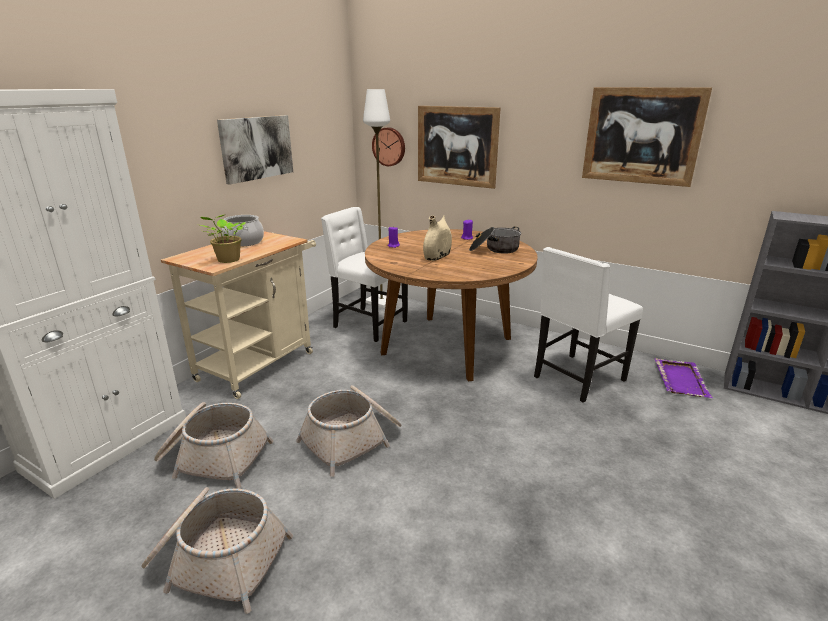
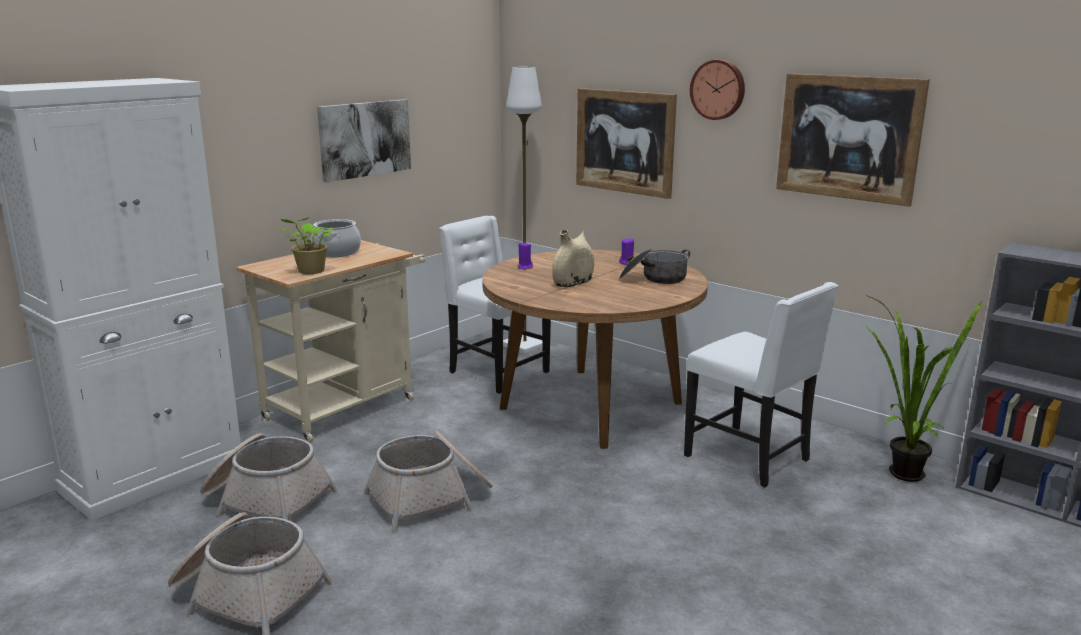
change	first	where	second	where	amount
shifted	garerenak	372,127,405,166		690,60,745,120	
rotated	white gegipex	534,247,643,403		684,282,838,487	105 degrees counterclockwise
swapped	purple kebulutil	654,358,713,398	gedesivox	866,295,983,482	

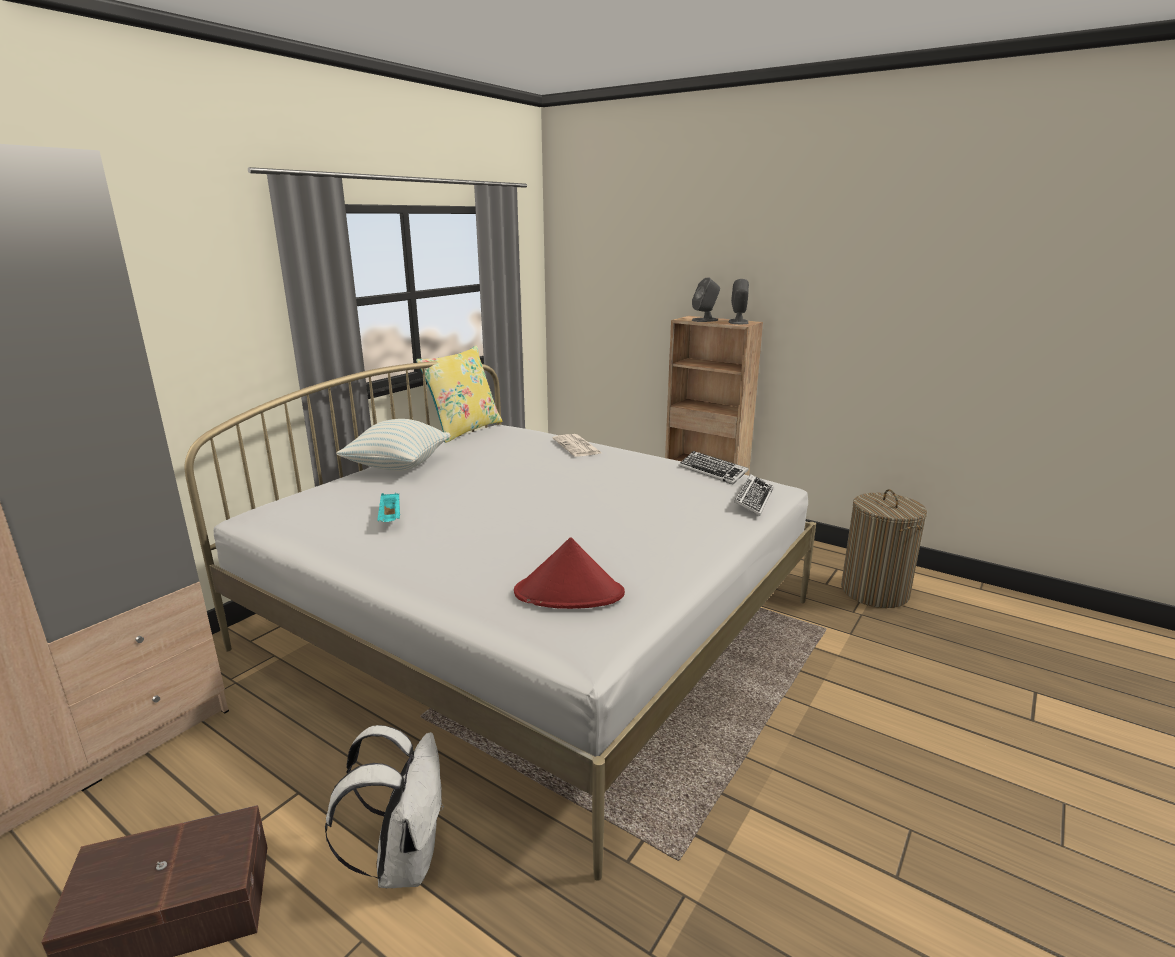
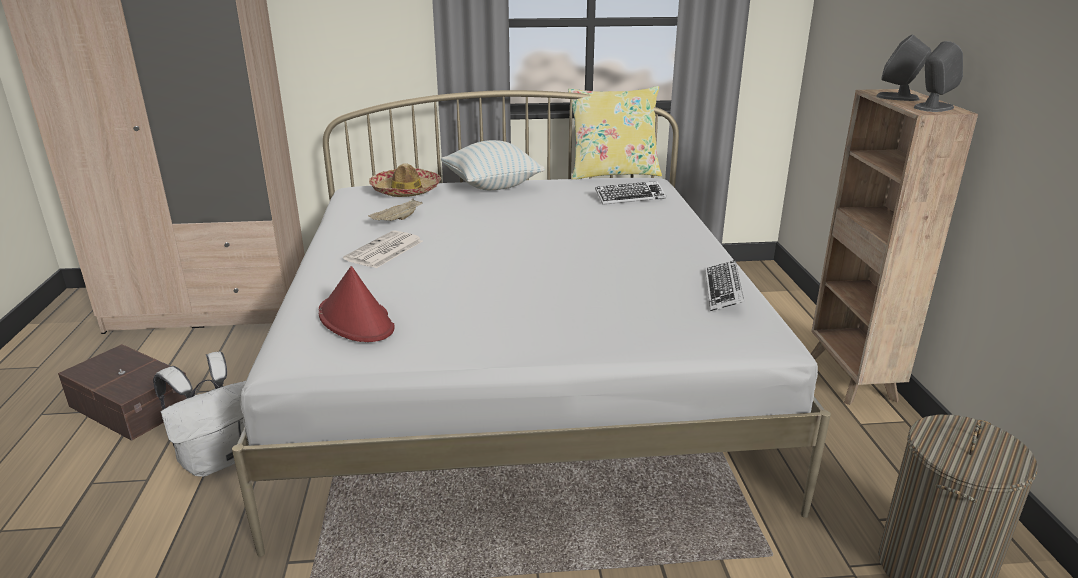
change	first	where	second	where	amount
shifted	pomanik	553,434,602,457		343,230,423,268	
shifted	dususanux	734,474,774,516		595,181,666,205	
repainted	turquoise kebulutil	377,493,400,522	beige kebulutil	368,199,422,221	
new			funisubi	369,163,441,197	

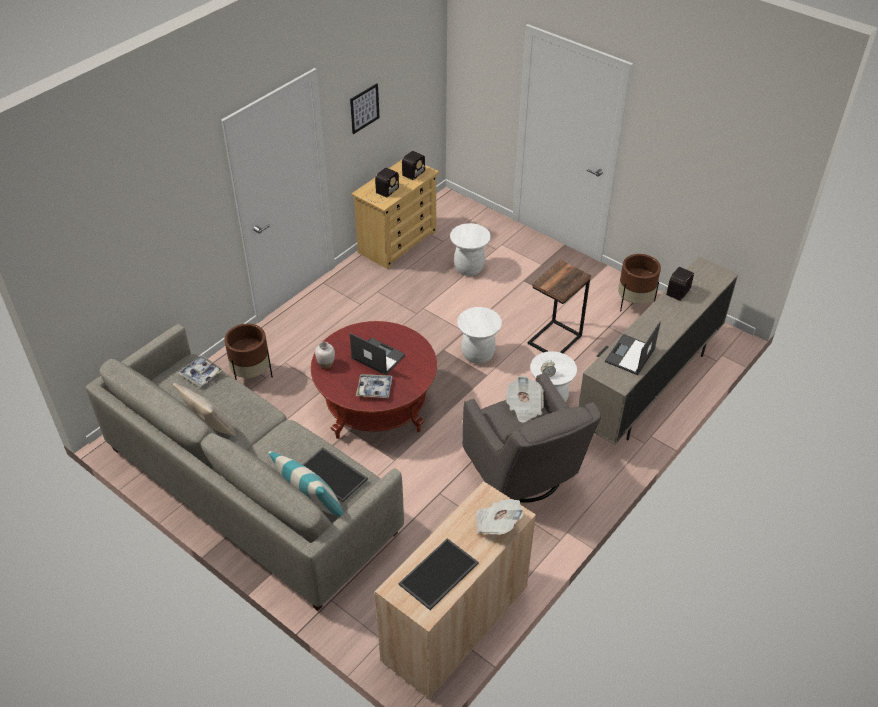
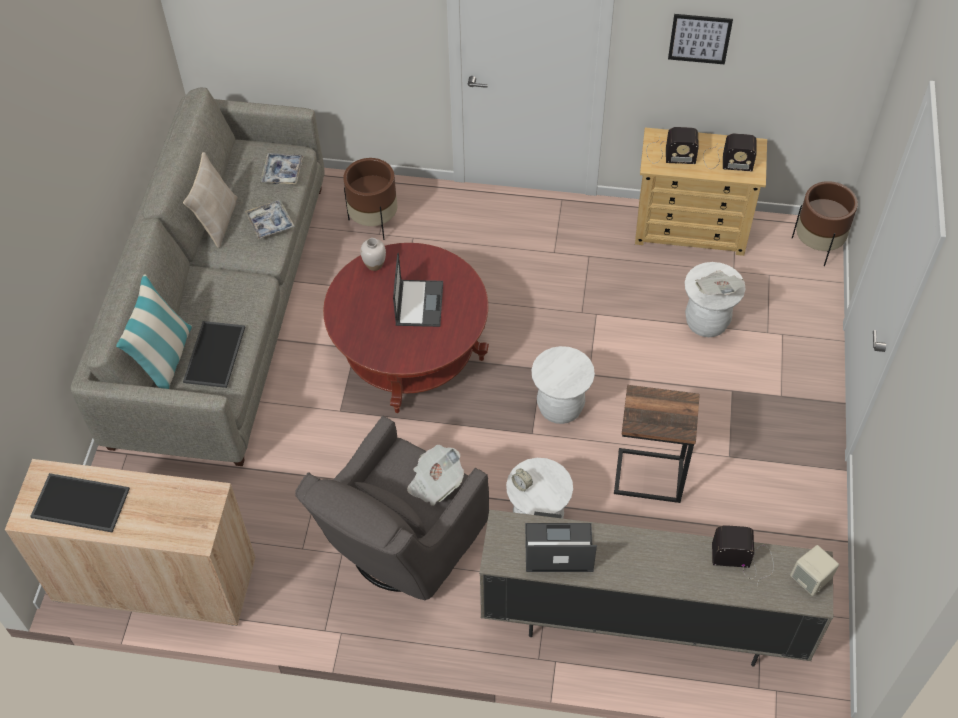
change	first	where	second	where	amount
shifted	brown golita	618,254,661,312		792,181,858,266	
shifted	kebulutil	356,374,393,399		245,200,295,239	
shifted	pomanik	476,498,524,535		695,270,745,295	
new			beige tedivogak	790,545,839,596	

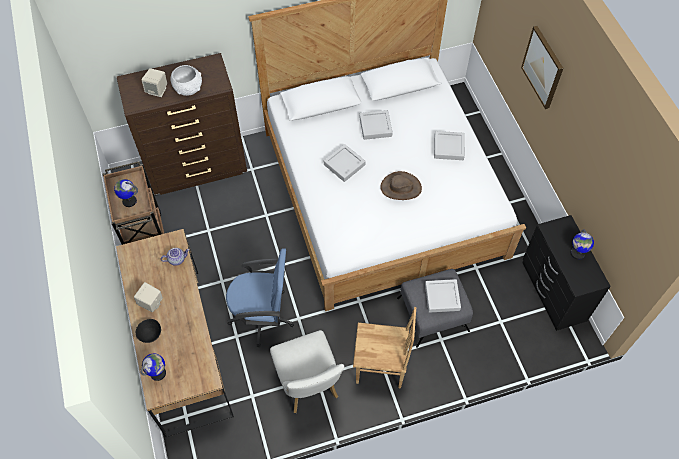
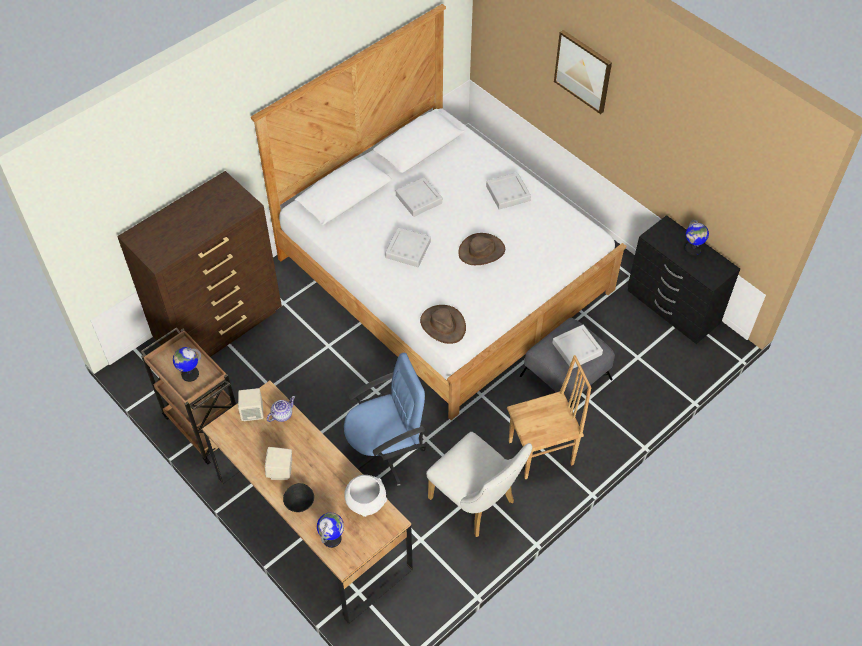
change	first	where	second	where	amount
shifted	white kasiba	170,65,202,96		344,475,387,517	
shifted	beige tedivogak	141,68,167,97		238,388,264,421	
new			brown funisubi	420,305,466,344	

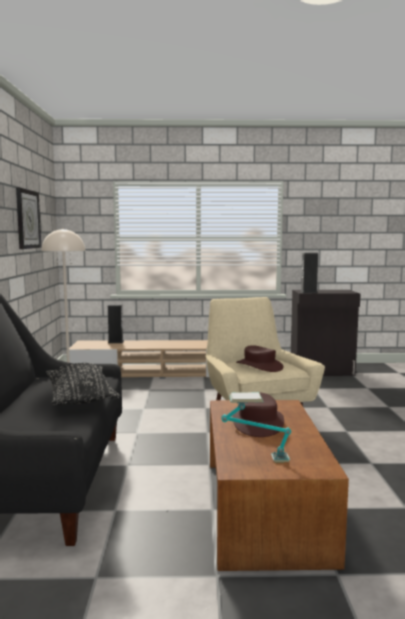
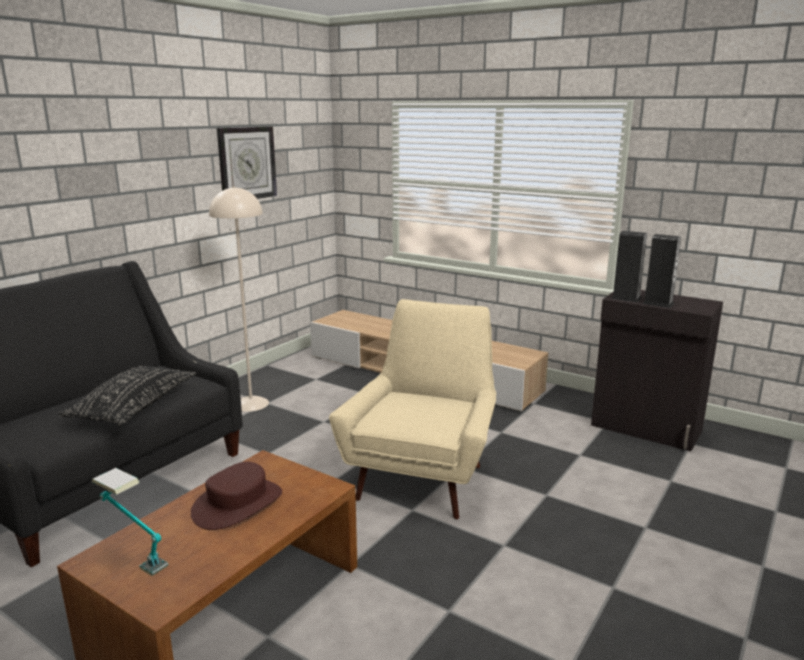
change	first	where	second	where	amount
shifted	tedivogak	108,304,124,343		642,234,681,308	
gone	brown funisubi	236,345,284,372			

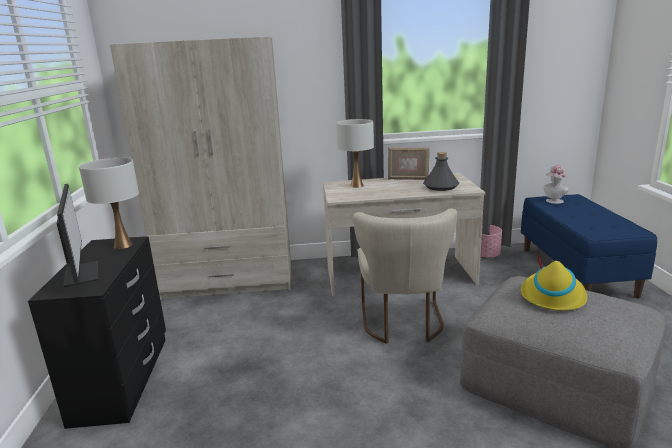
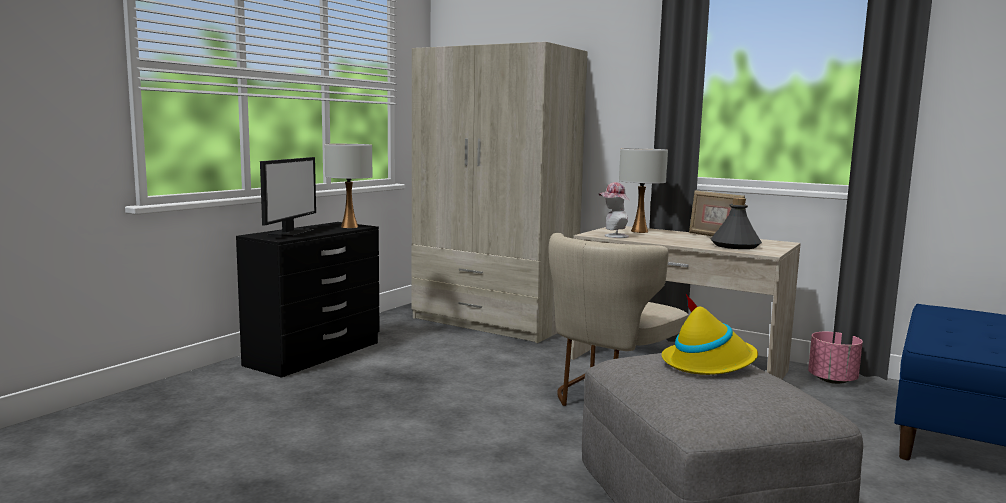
change	first	where	second	where	amount
shifted	funisubi	543,165,569,204		599,182,629,238	

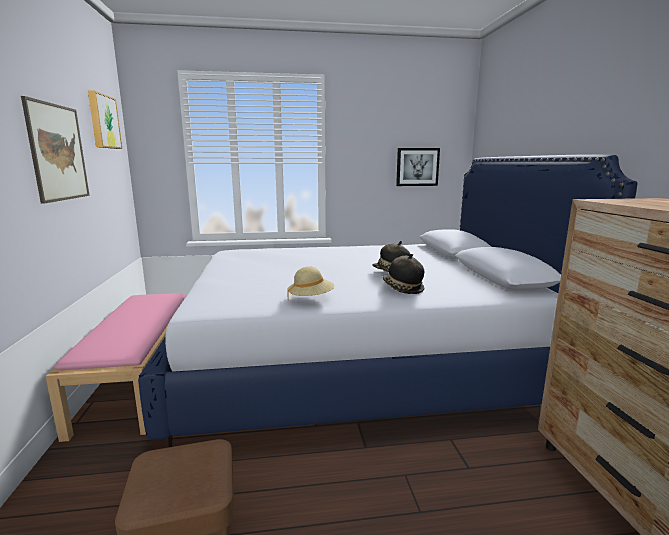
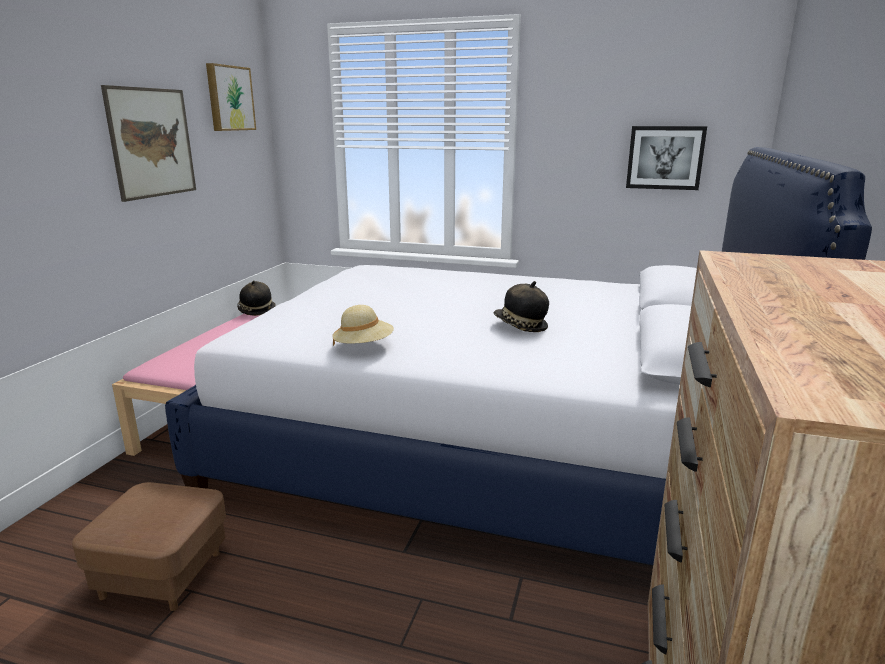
change	first	where	second	where	amount
shifted	funisubi	382,254,425,294		237,280,275,316	

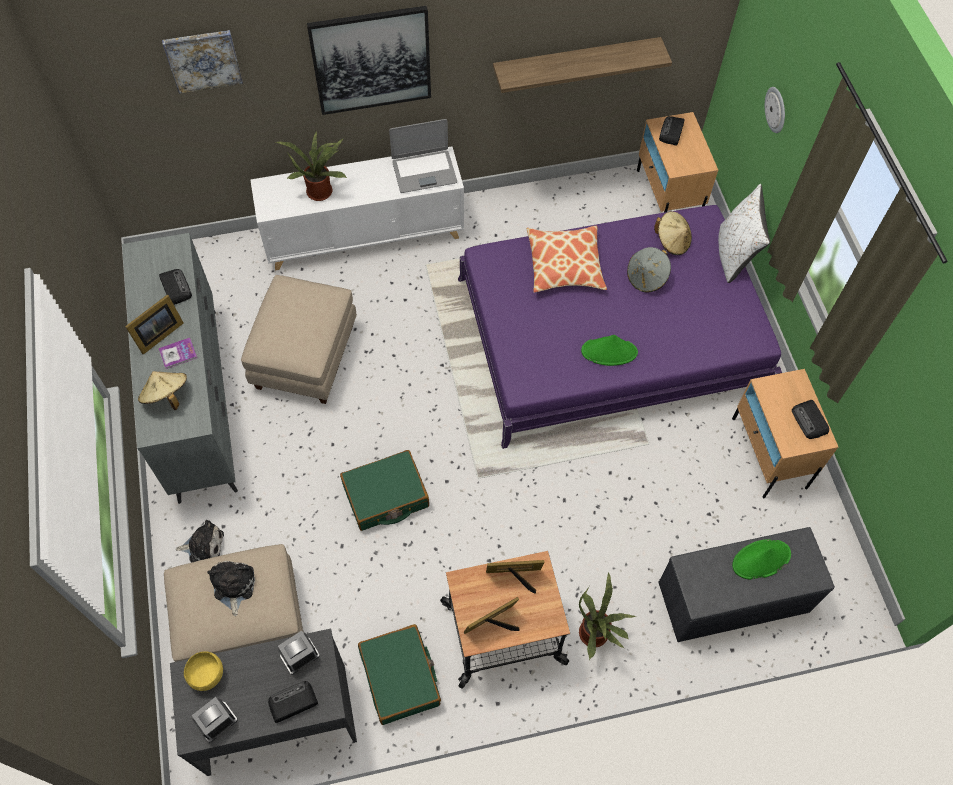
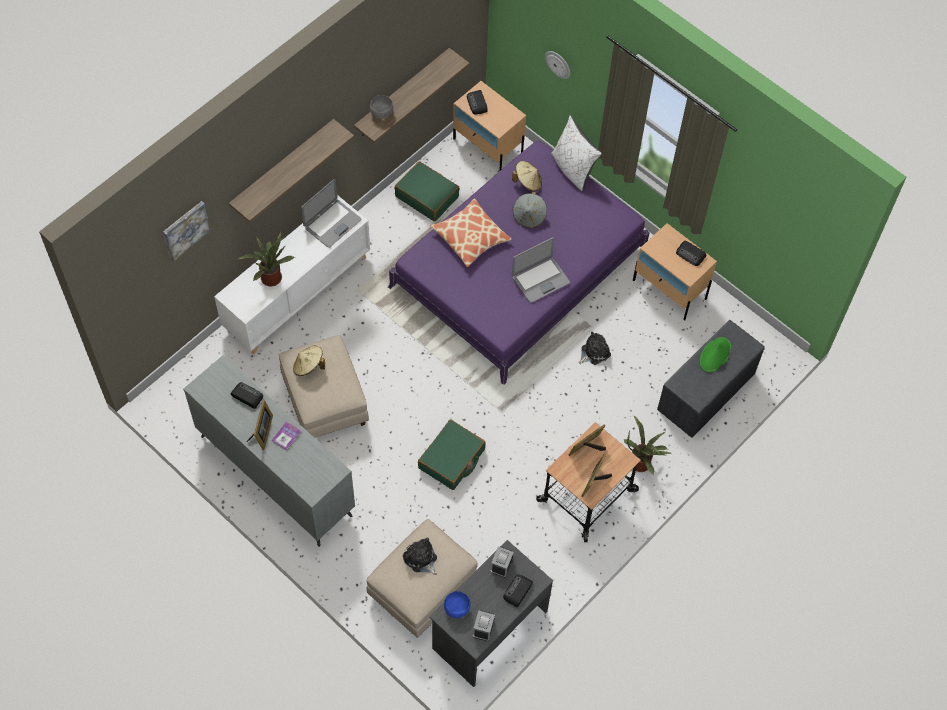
change	first	where	second	where	amount
swapped	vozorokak	307,5,431,115	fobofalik	229,119,354,223	
swapped	green funisubi	581,335,638,366	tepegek	512,237,570,303	
shifted	beige funisubi	138,371,187,410		293,345,325,376	
shifted	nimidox	176,520,224,562		579,332,611,365	
shifted	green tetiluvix	358,624,441,725		395,161,460,222	
repainted	yellow kasiba	184,651,223,691	blue kasiba	444,591,470,618	
new			grey kasiba	370,95,393,119	

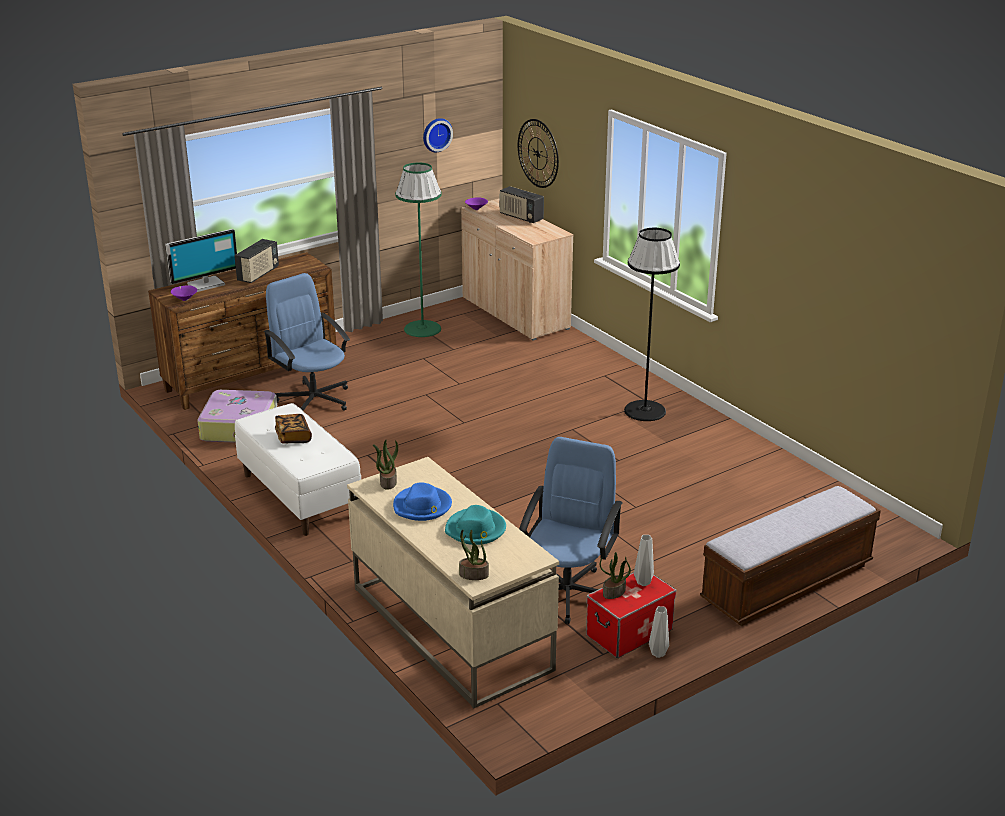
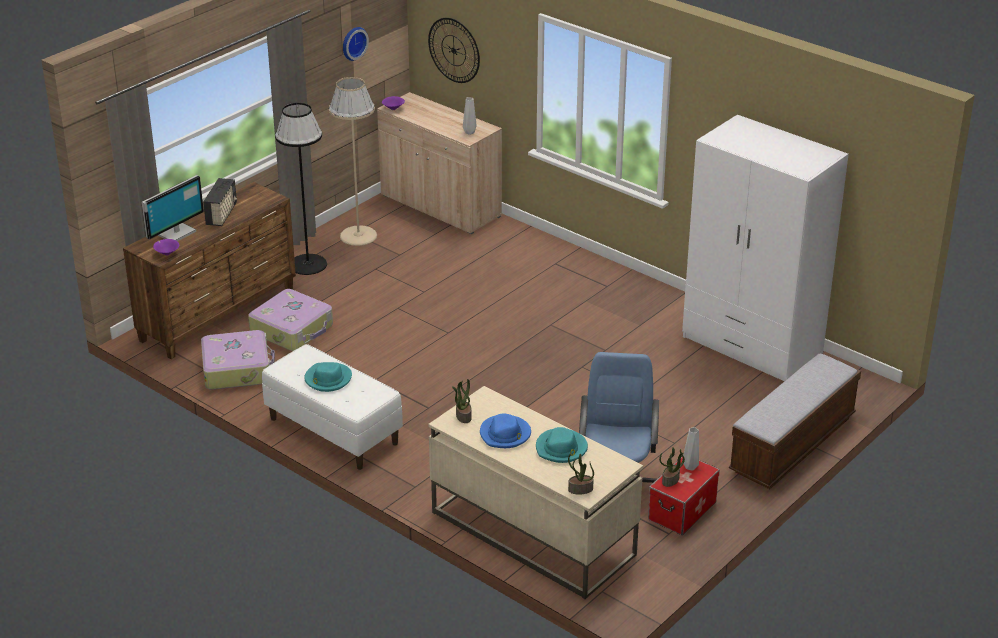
change	first	where	second	where	amount
repainted	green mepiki	395,163,442,337	beige mepiki	329,77,377,246	
gone	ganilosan	499,186,544,223			
shifted	black mepiki	624,228,680,421		275,103,327,275	
swapped	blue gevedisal	264,273,350,411	tetiluvix	248,289,333,351	
swapped	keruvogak	275,414,312,443	turquoise funisubi	304,362,352,392	
shifted	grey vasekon	649,606,669,658		463,97,476,135	
new			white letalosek	682,115,849,381	

